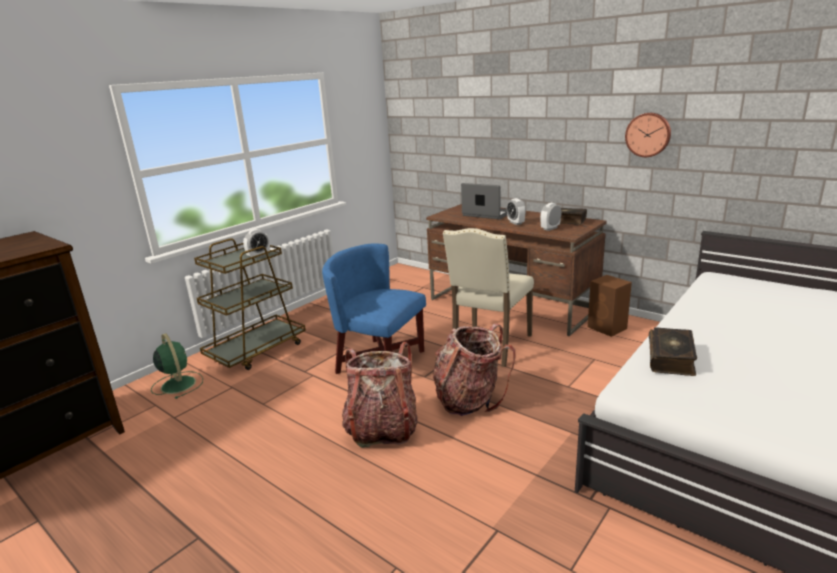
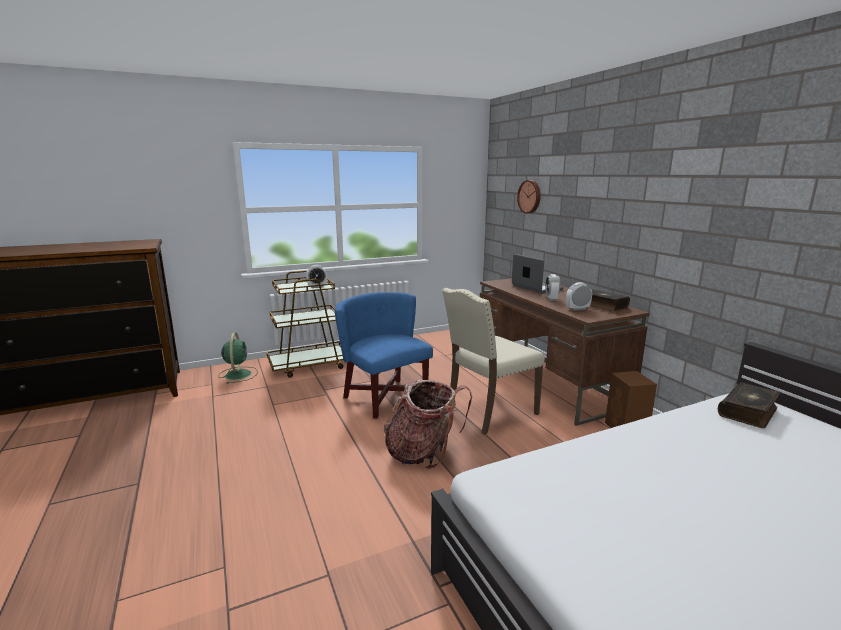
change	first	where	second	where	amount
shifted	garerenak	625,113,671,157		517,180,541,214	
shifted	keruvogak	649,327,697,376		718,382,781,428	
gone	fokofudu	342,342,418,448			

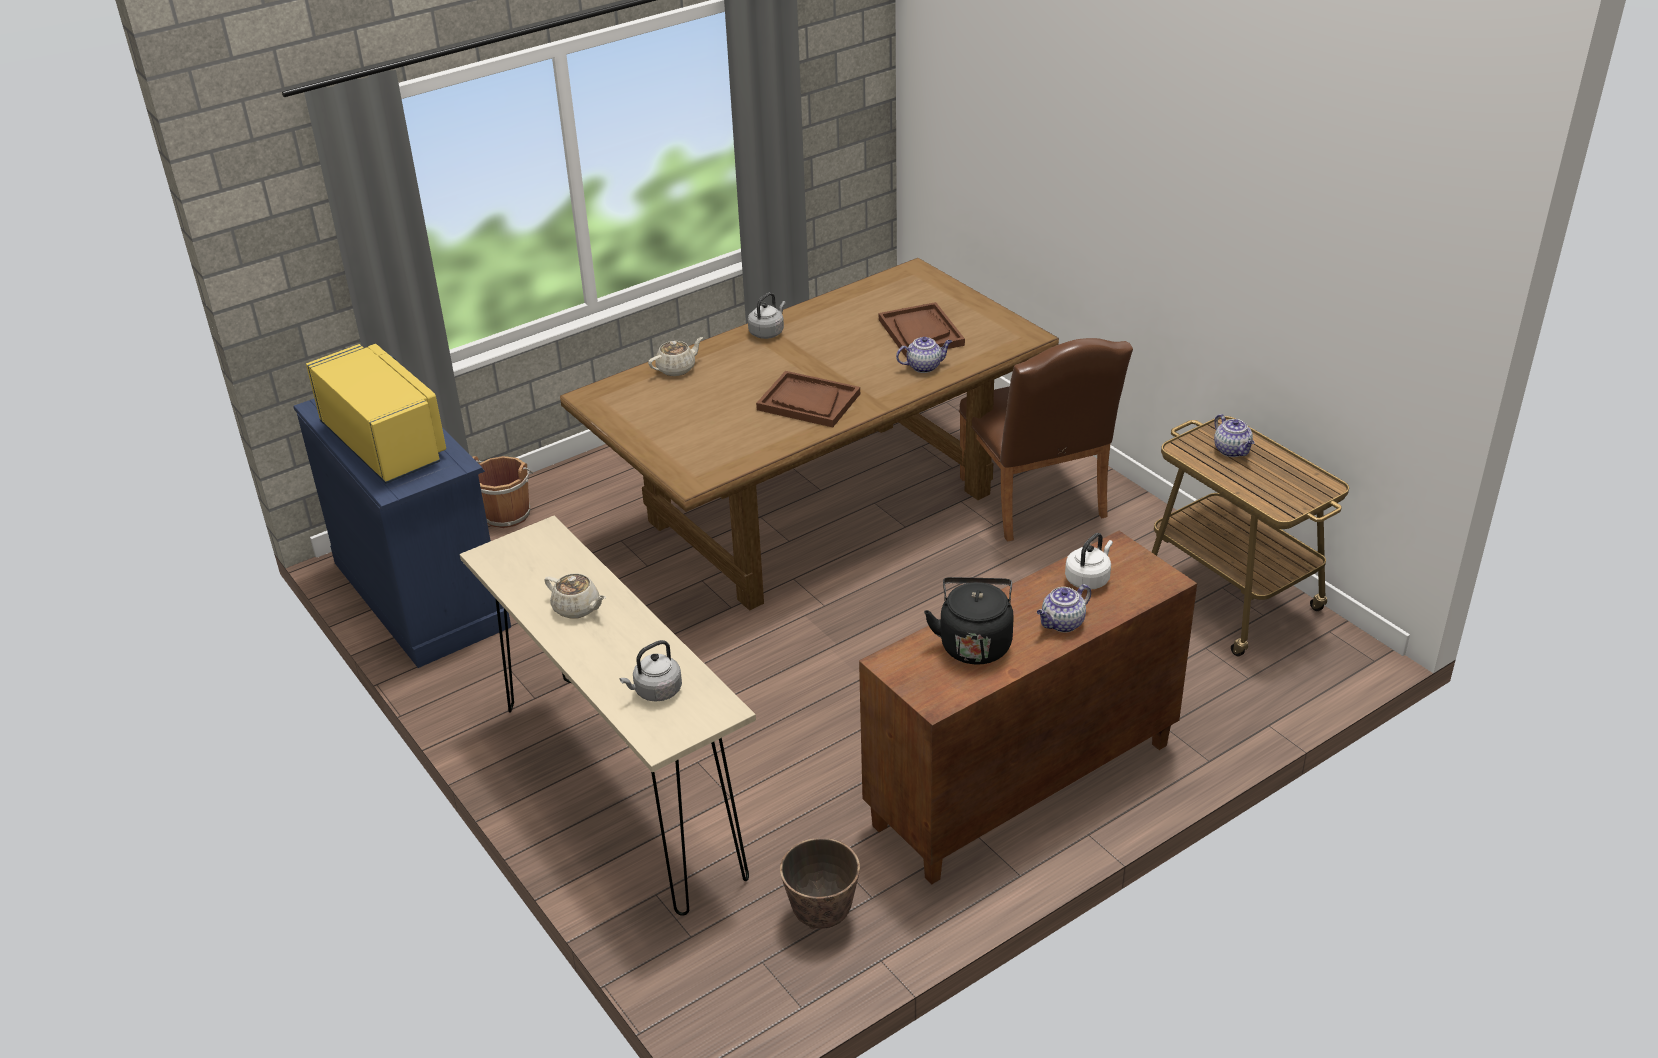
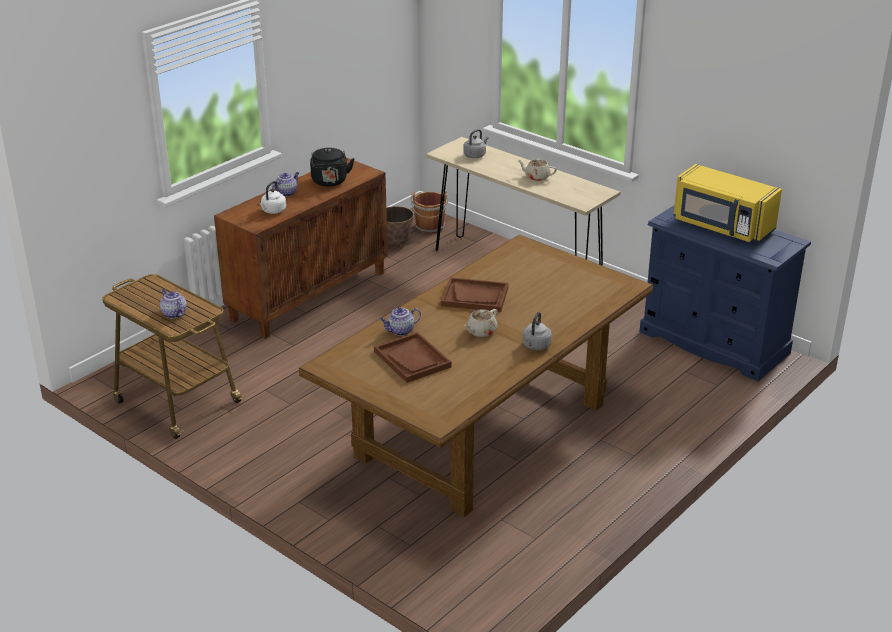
change	first	where	second	where	amount
shifted	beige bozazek	648,337,703,376		465,309,497,337	
gone	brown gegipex	959,338,1133,542			
shifted	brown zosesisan	472,456,533,528		411,191,449,233	

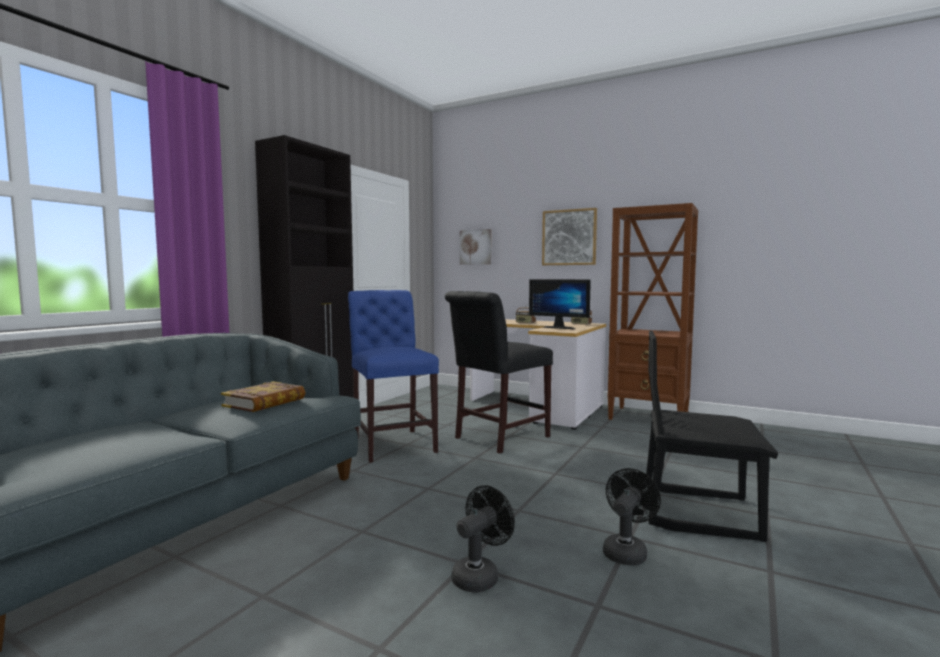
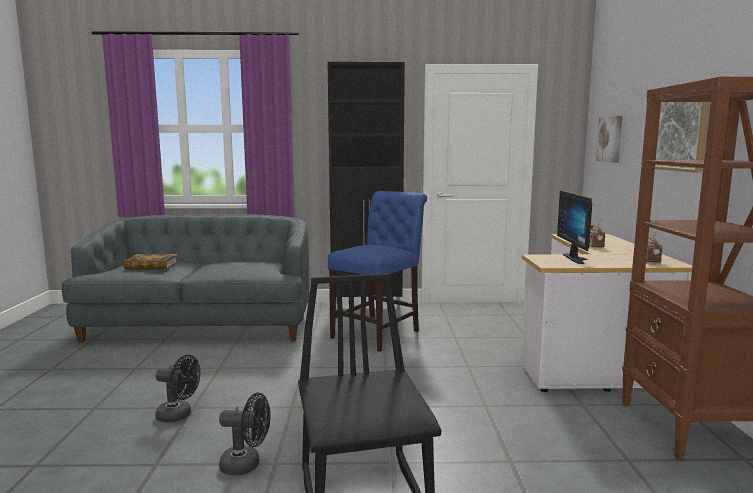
change	first	where	second	where	amount
gone	black gegipex	445,291,553,454			
shifted	keruvogak	221,381,305,412		124,254,178,270	

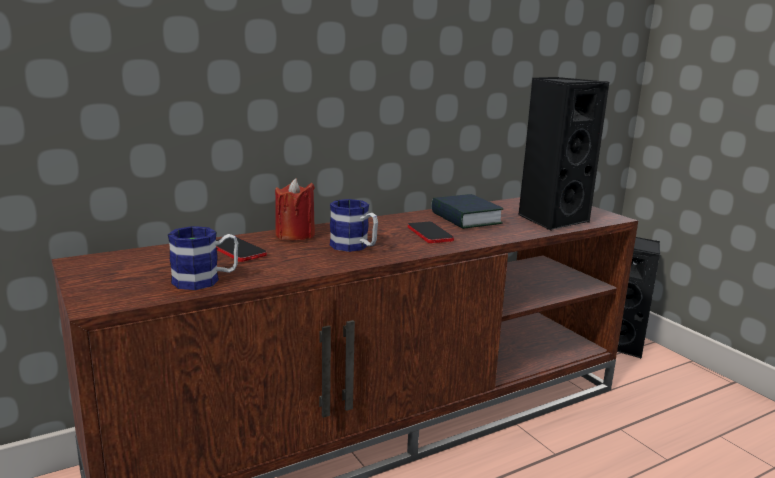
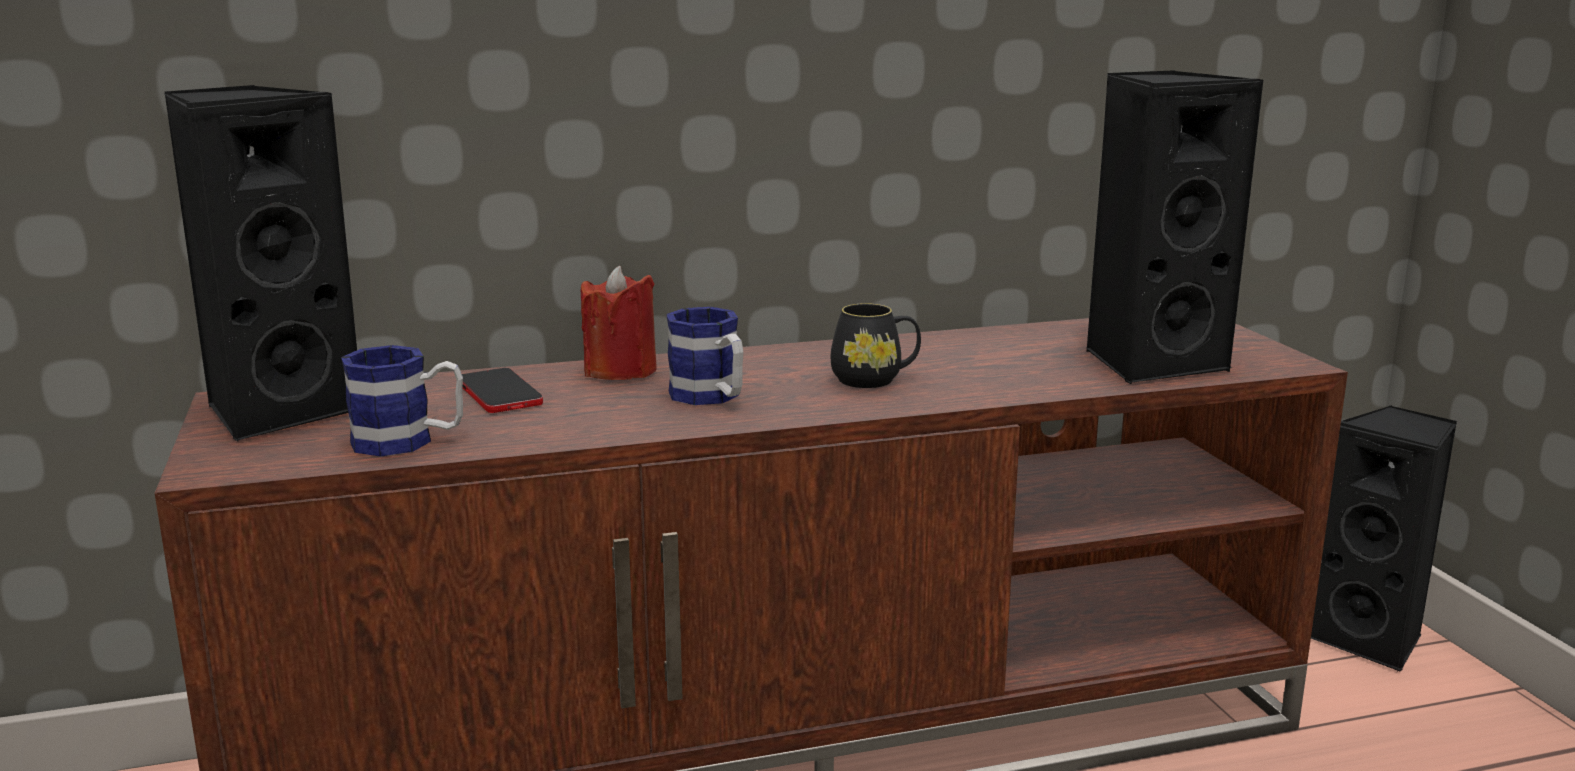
change	first	where	second	where	amount
gone	keruvogak	431,194,504,229			
swapped	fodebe	408,222,454,243	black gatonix	830,303,921,388	
new			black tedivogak	164,85,357,441	

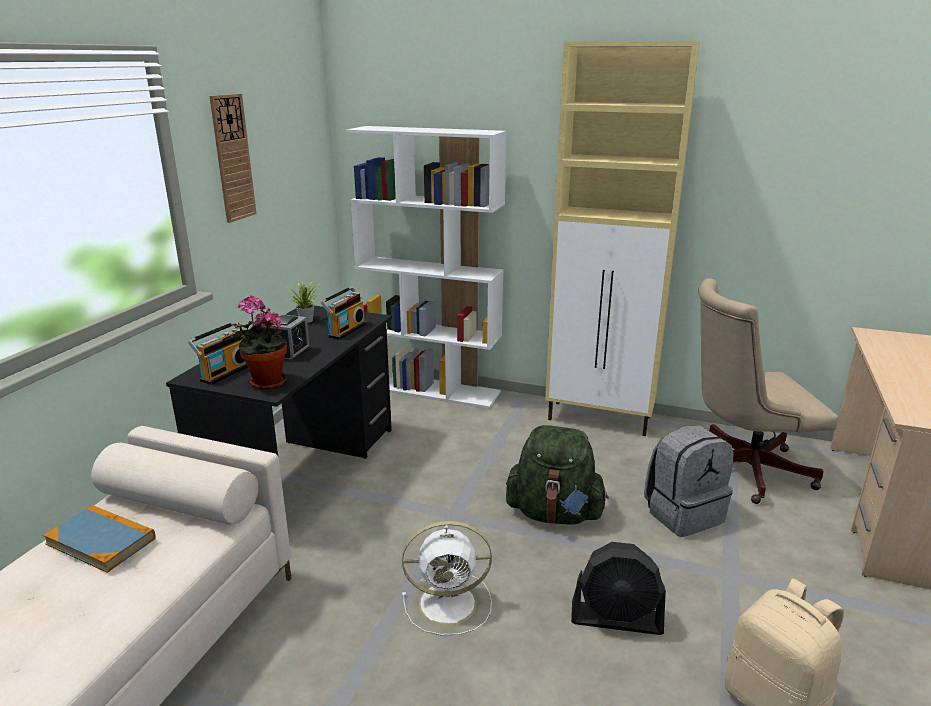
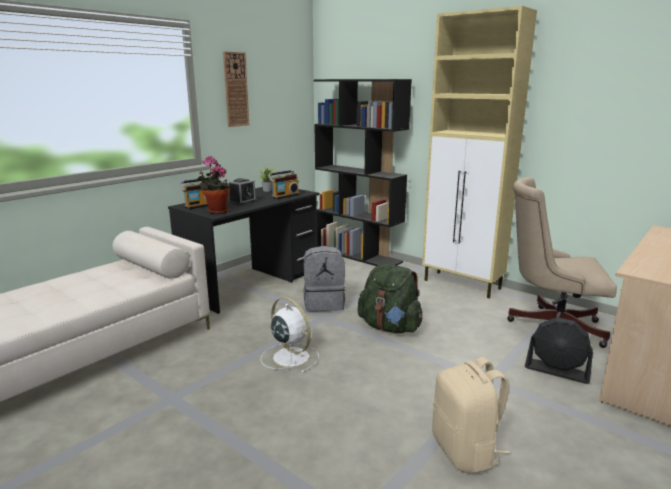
change	first	where	second	where	amount
repainted	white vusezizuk	346,126,507,409	black vusezizuk	314,79,412,266	
shifted	grey fokofudu	644,425,734,537		303,246,346,312	
gone	keruvogak	43,505,156,573			
rotated	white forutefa	402,521,492,635		261,297,319,373	150 degrees counterclockwise
shifted	black forutefa	571,542,666,635		525,317,593,384	

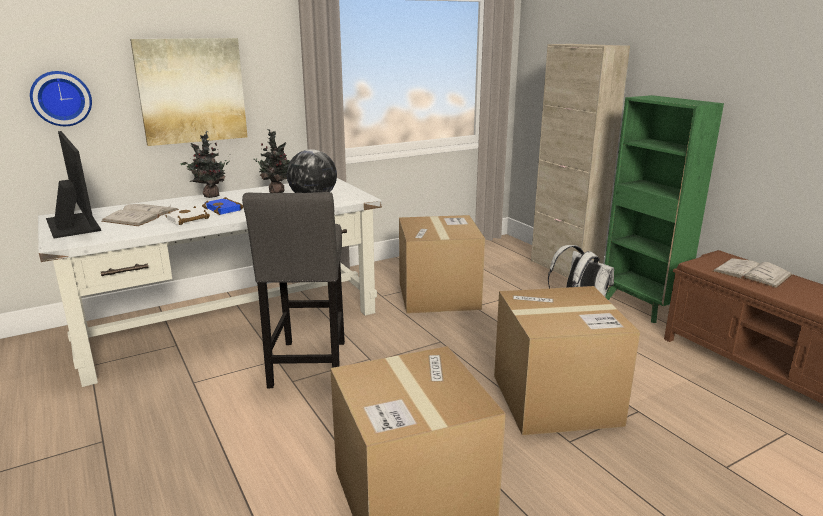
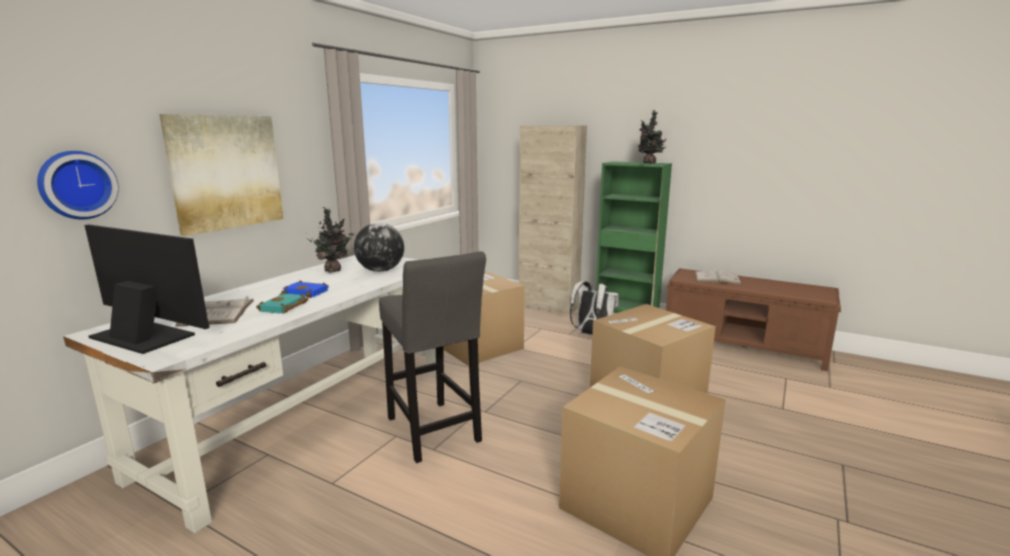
change	first	where	second	where	amount
shifted	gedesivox	180,131,230,198		638,110,666,164	
repainted	white keruvogak	165,206,210,225	turquoise keruvogak	256,292,308,314	

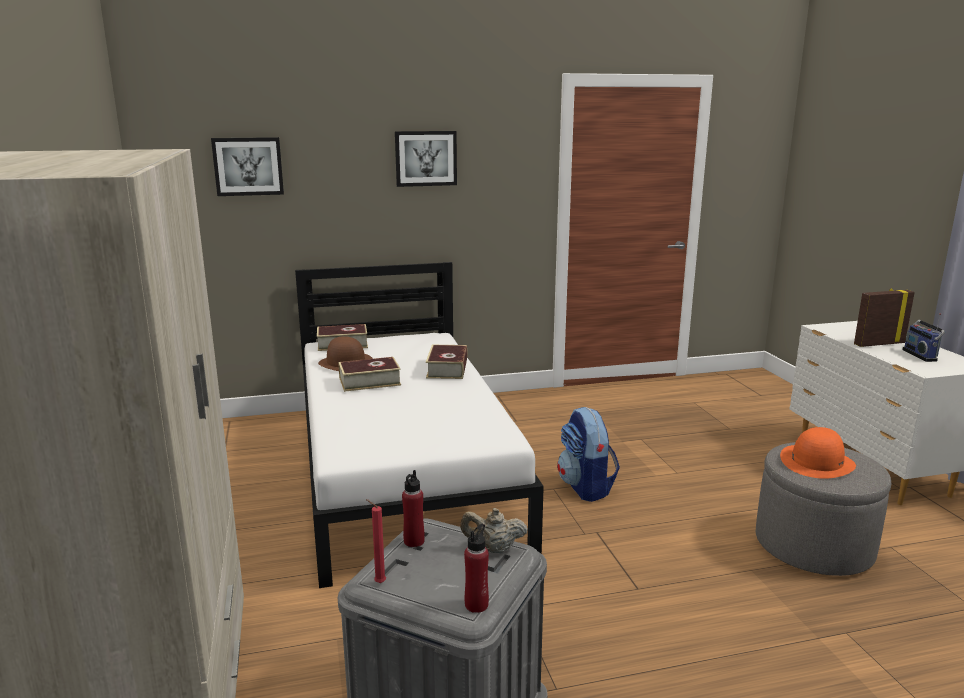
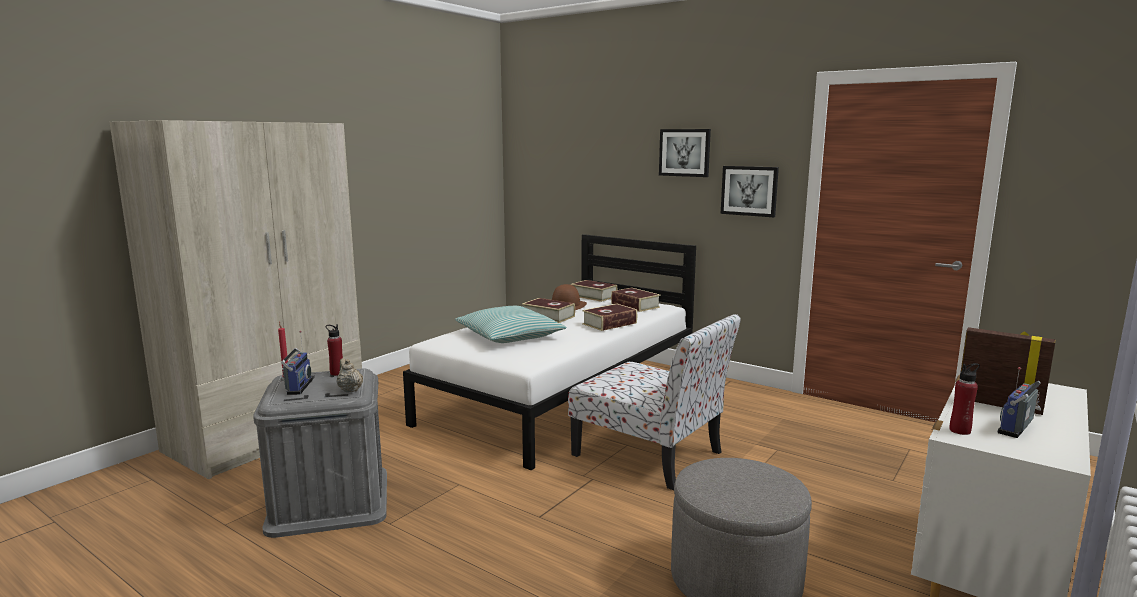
change	first	where	second	where	amount
shifted	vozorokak	211,137,284,196		721,166,779,217	
swapped	fokofudu	557,407,620,502	gegipex	568,314,741,490	
gone	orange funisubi	780,427,856,479			
shifted	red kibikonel	464,524,489,613		949,363,980,435	
new			keruvogak	611,288,661,312	
new			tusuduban	455,306,566,343	
new			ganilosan	281,331,313,395	

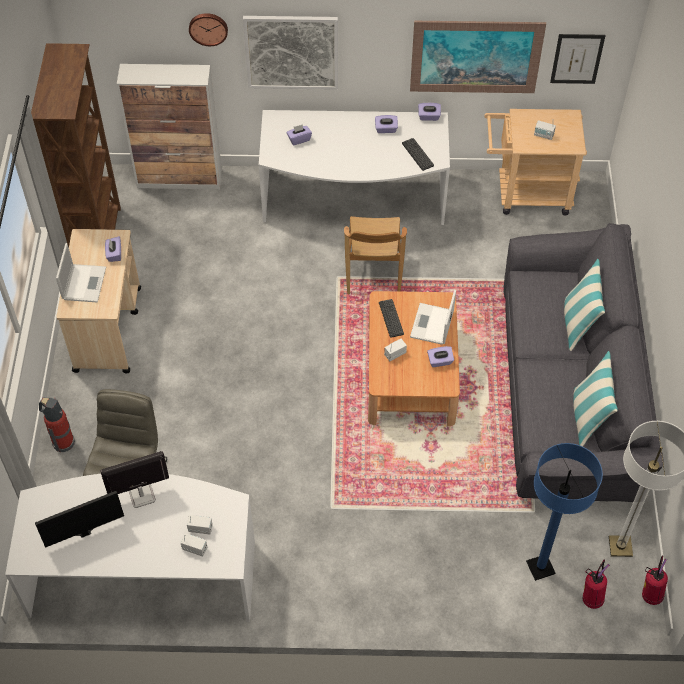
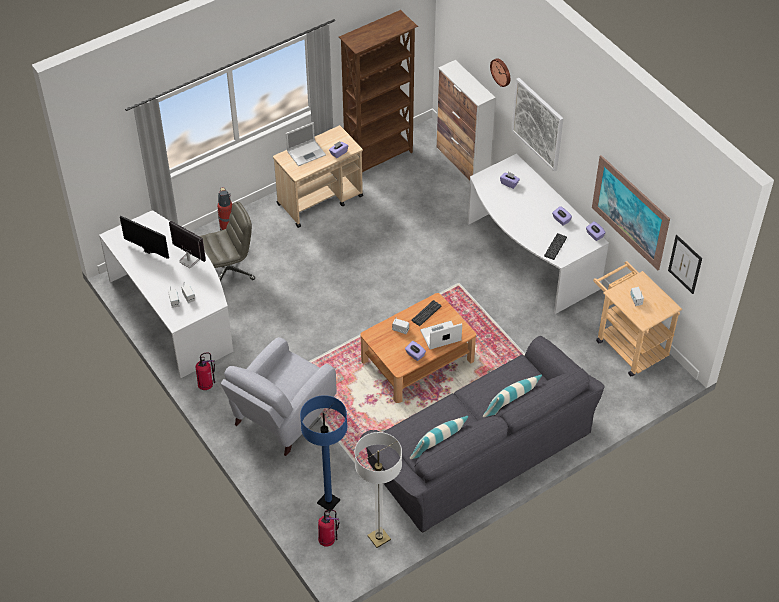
change	first	where	second	where	amount
gone	brown gegipex	344,216,407,294			
shifted	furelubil	642,556,668,605		196,352,215,390	
new			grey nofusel	221,337,336,456	

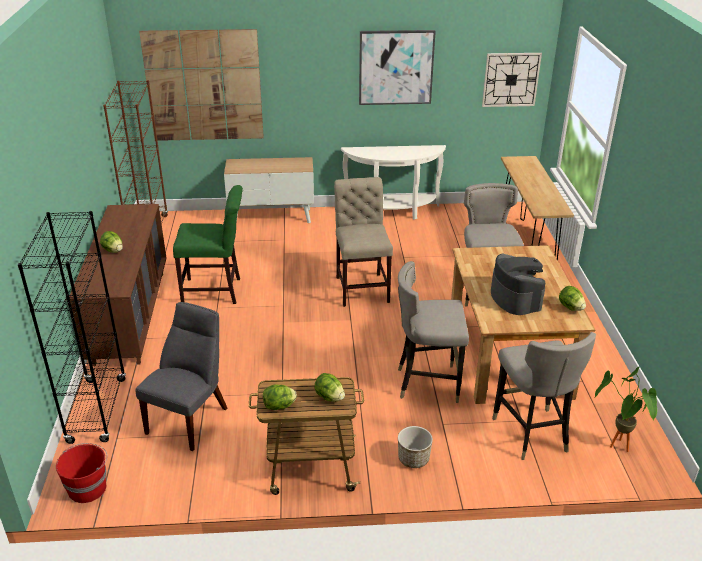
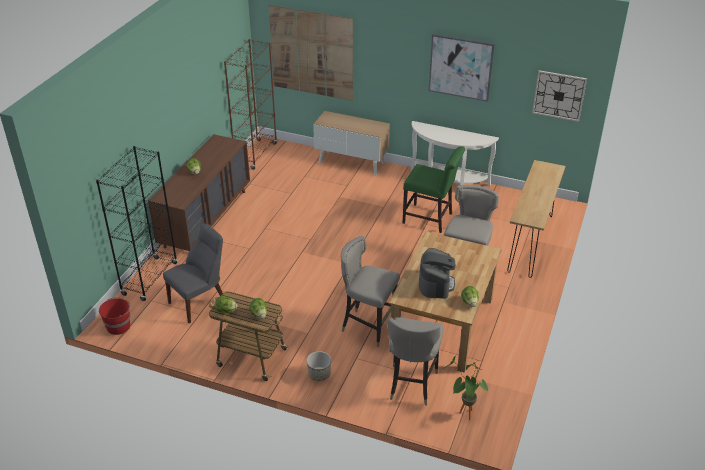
change	first	where	second	where	amount
gone	beige gegipex	334,177,393,307			
shifted	green gegipex	173,185,243,304		403,146,465,233	

